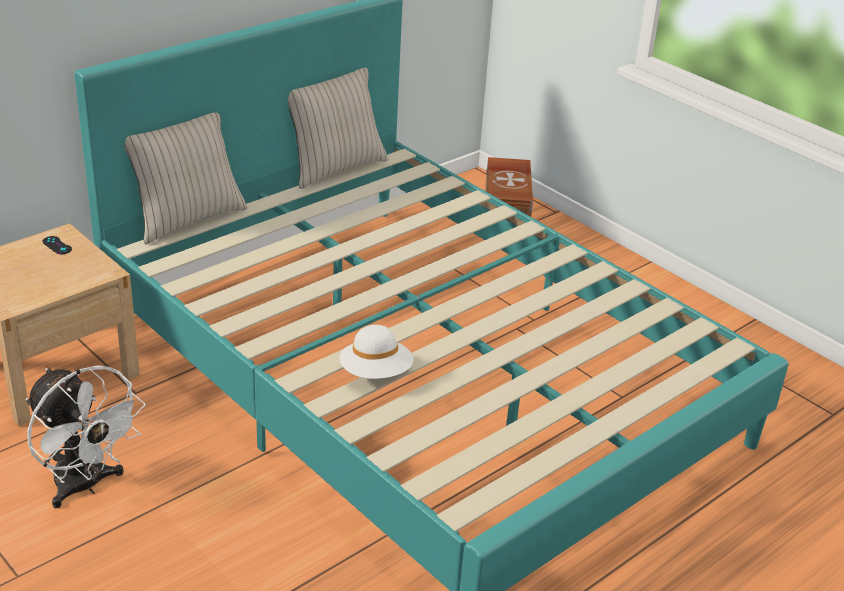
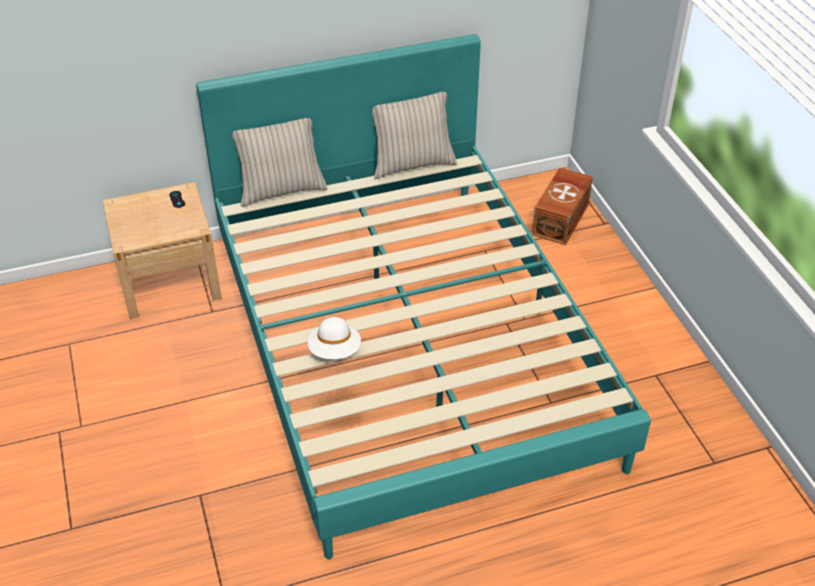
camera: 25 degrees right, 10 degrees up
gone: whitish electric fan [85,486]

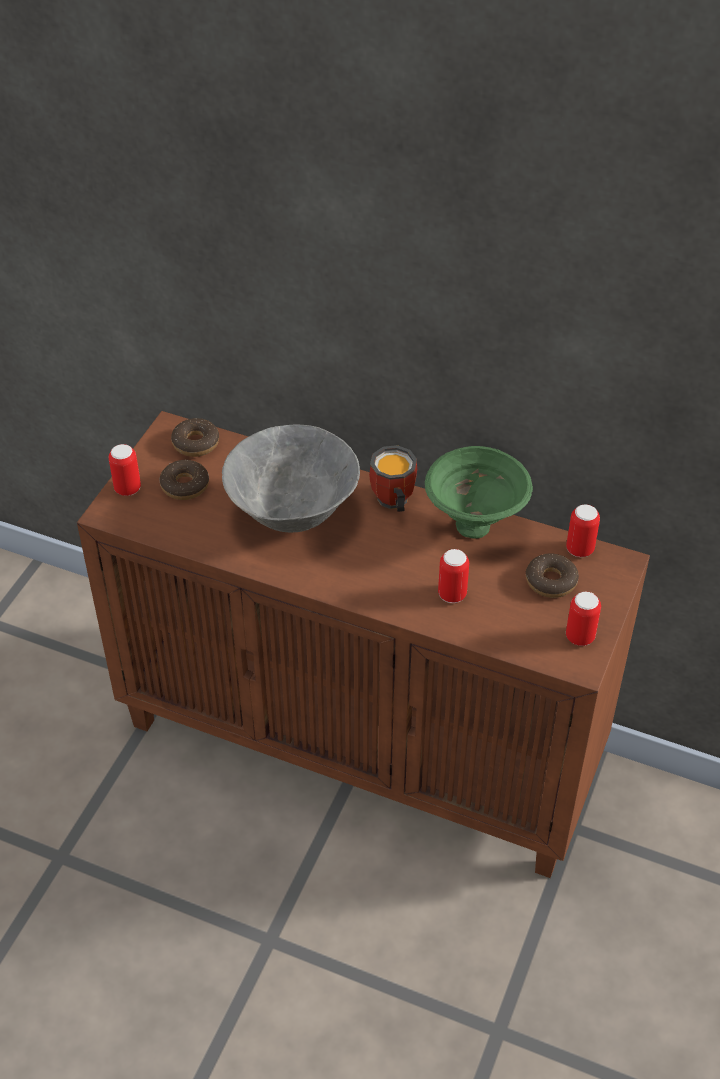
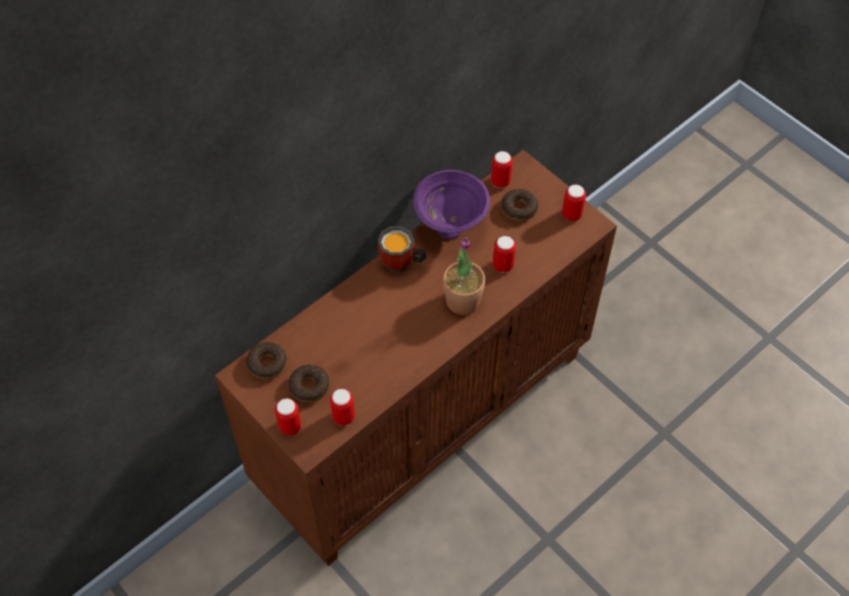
camera: 65 degrees left, 10 degrees up
gone: grey deep dish [293,514]
new: potted plant [463,301]; can [343,417]
repainted: green-coloured deep dish [476,526] to purple deep dish [450,227]

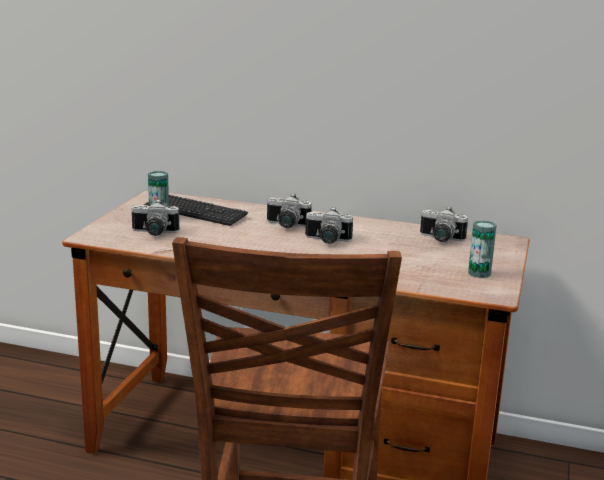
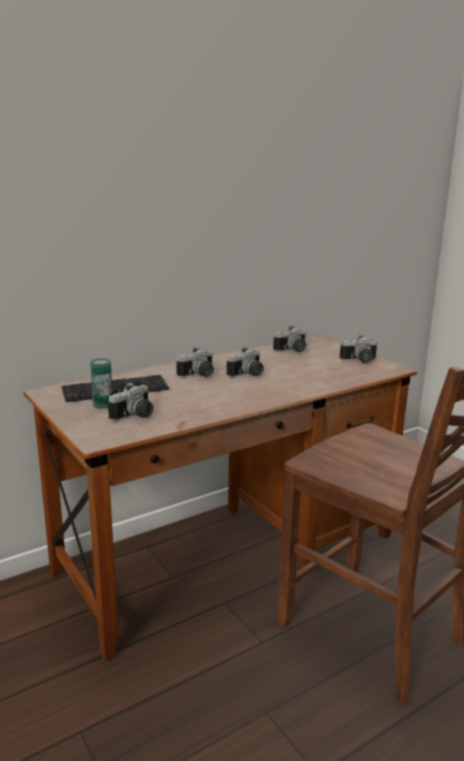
camera: 50 degrees left, 0 degrees up
swapped: can [479,273] to still camera [360,361]

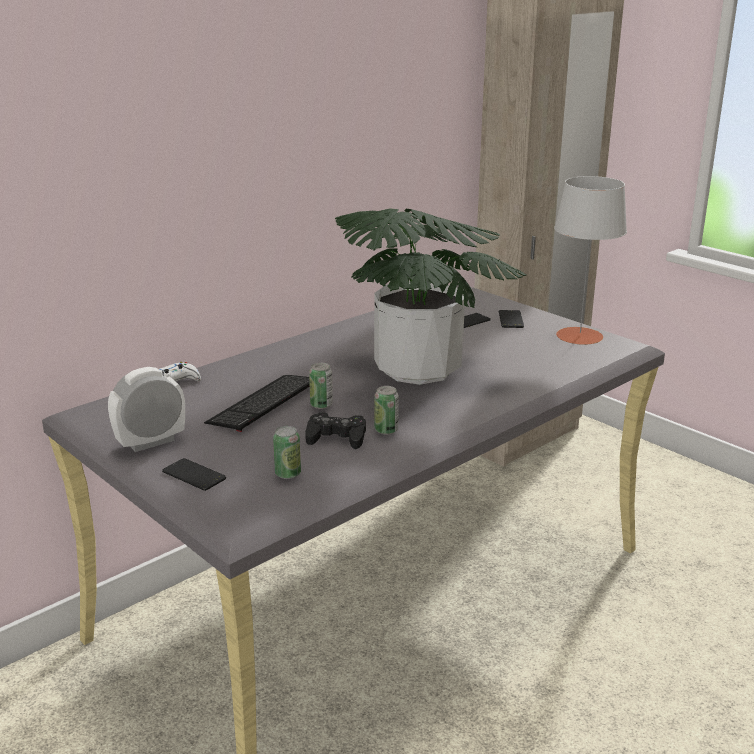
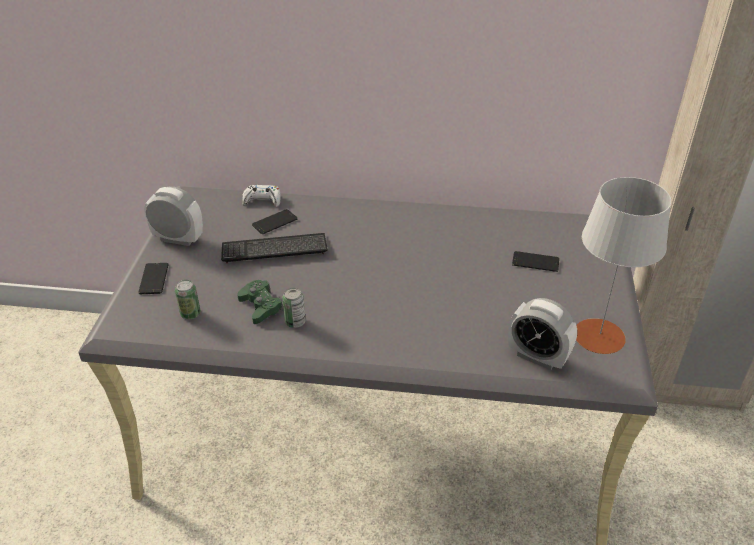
camera: 50 degrees right, 15 degrees up
gone: potted plant [418,369]; can [321,405]
new: alarm clock [537,357]
shifted: handset [510,319] to [275,222]
repainted: blackish gamepad [336,437] to green-coloured gamepad [260,306]

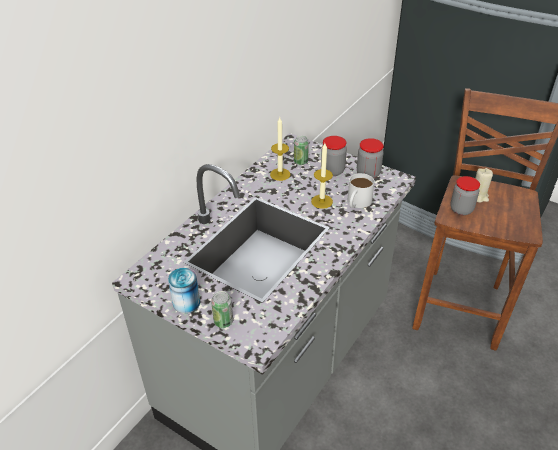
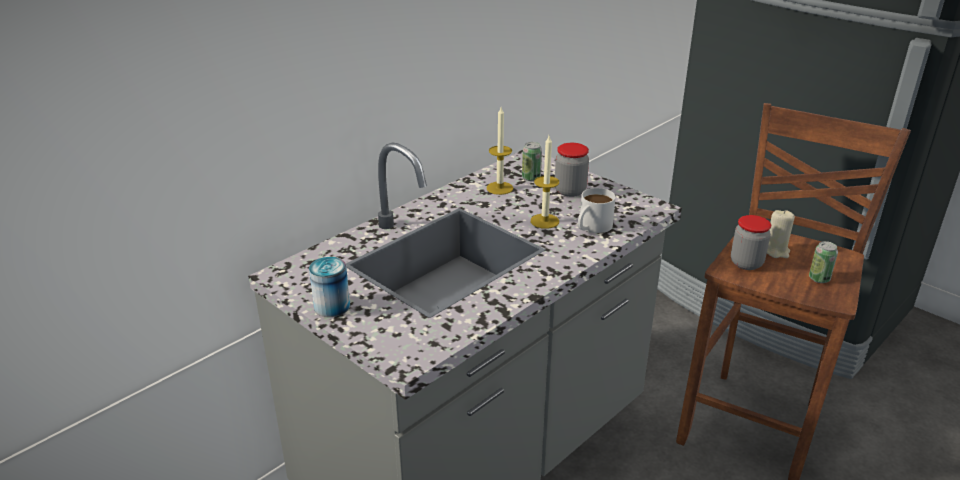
camera: 10 degrees right, 10 degrees down
gone: storage jar [368,174]
shifted: can [223,321] to [819,278]

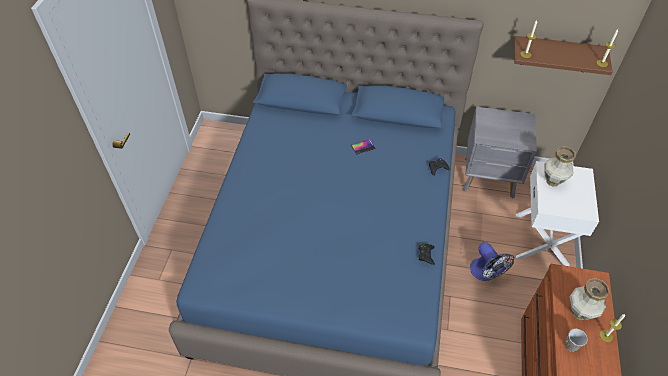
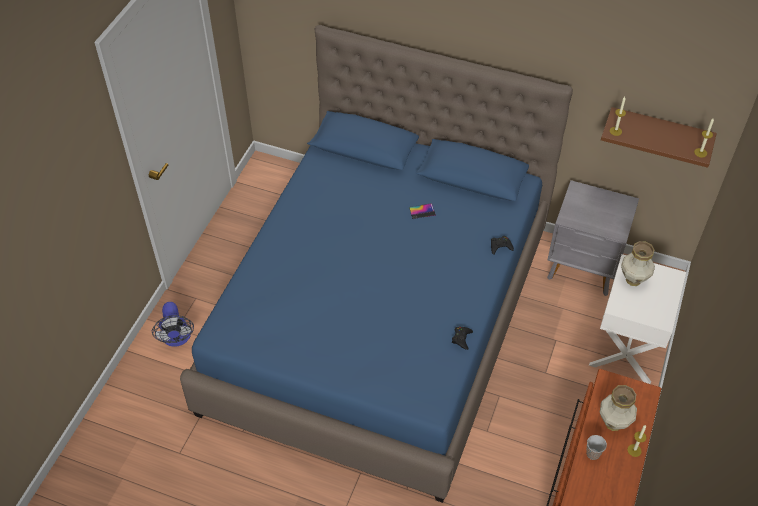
camera: 10 degrees right, 0 degrees up
shifted: electric fan [485,273] to [177,338]

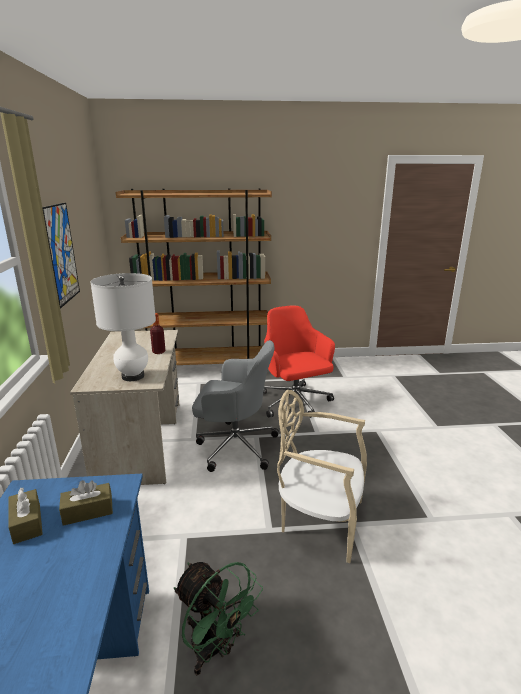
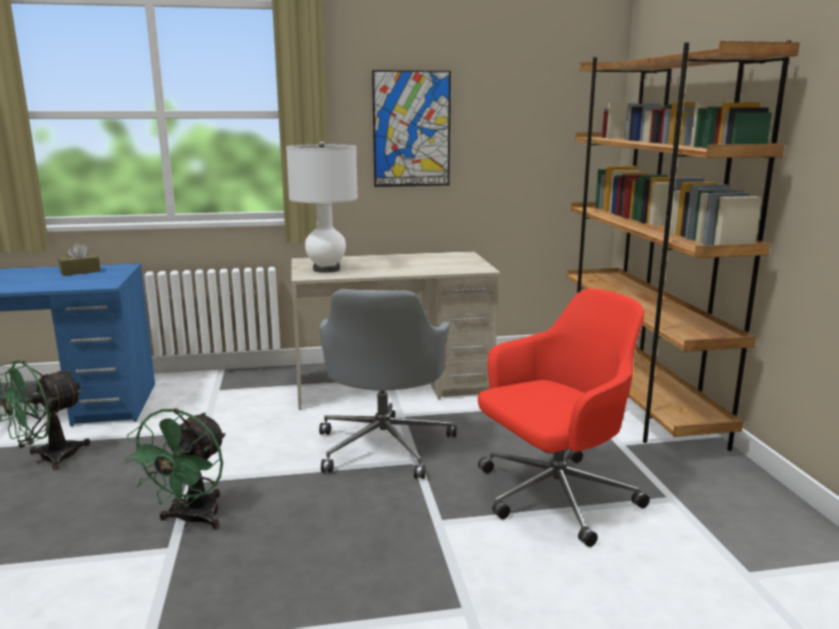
camera: 85 degrees right, 5 degrees down
gone: drink bottle [158,352]; brown tissue holder [88,511]
swapped: beige-coloured chair [320,521] to green-coloured electric fan [192,520]

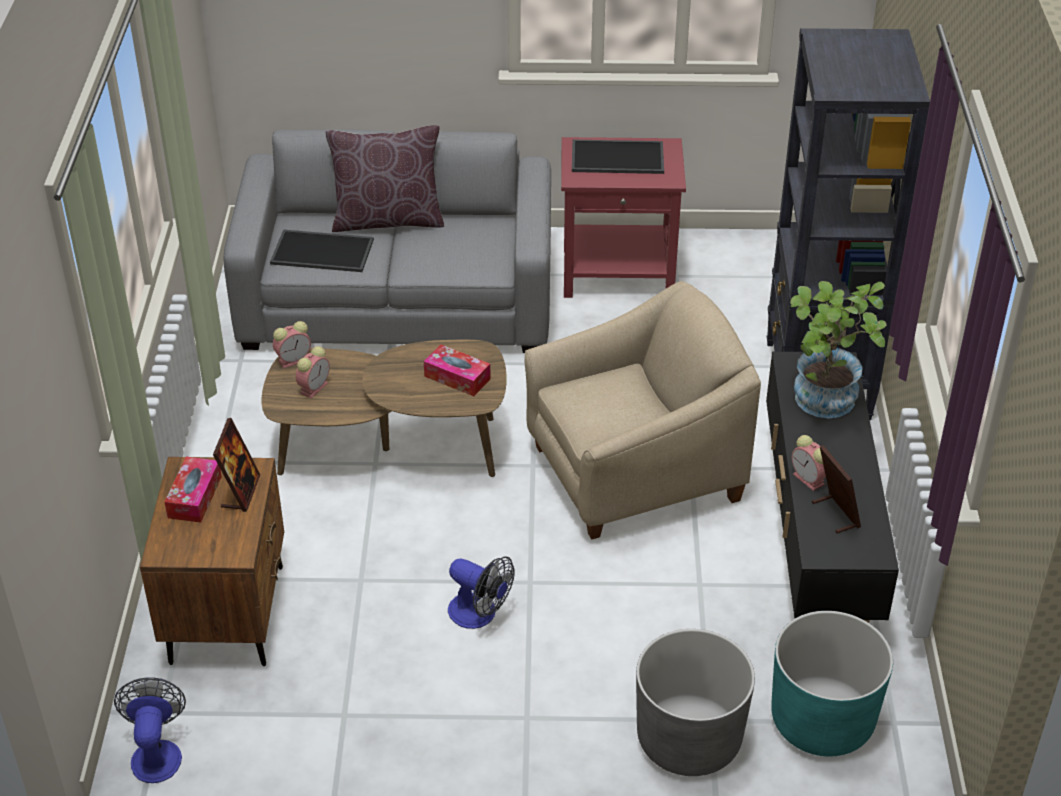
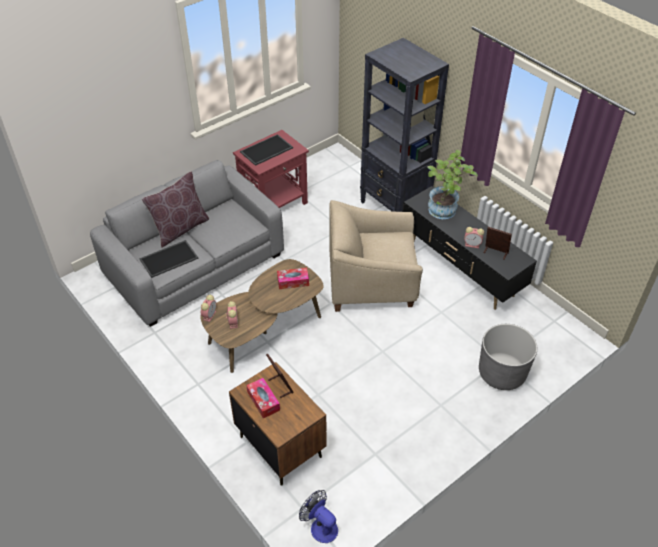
camera: 40 degrees left, 5 degrees up
gone: electric fan [479,614]; turquoise-coloured planter [822,721]
rotated: beige-coloured easy chair [635,473] = [371,282] 120 degrees counterclockwise

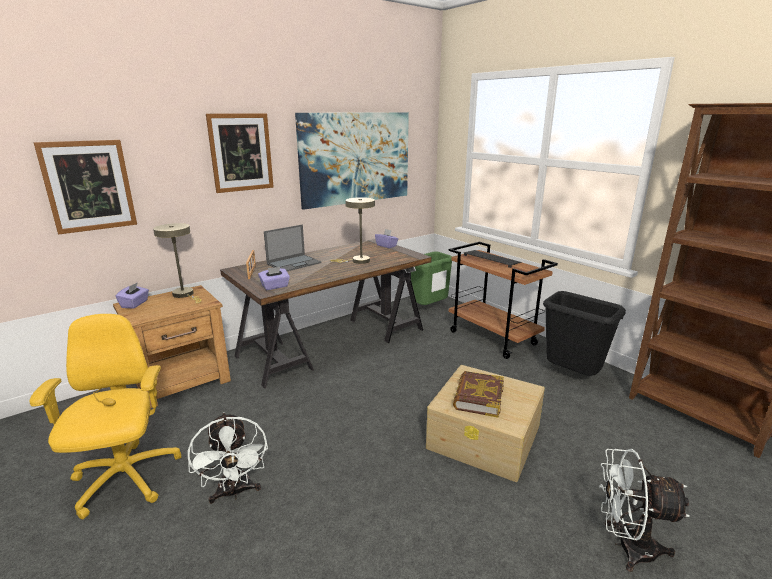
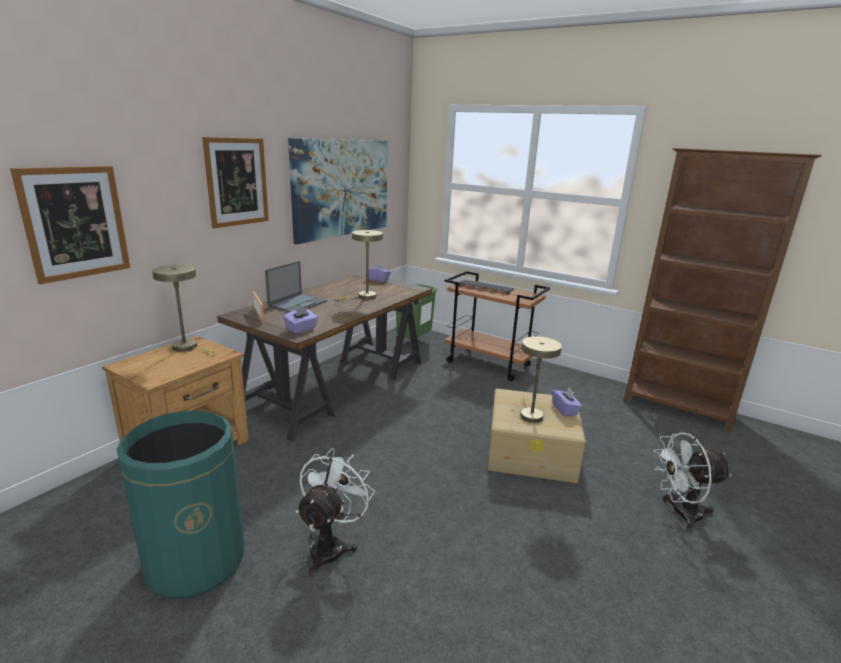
camera: 20 degrees left, 0 degrees up
gone: blackish rubbish bin [572,377]
shifted: purple tissue holder [135,304] to [565,410]
swapped: yellowish office chair [125,480] to green-coloured rubbish bin [196,561]; bound book [478,397] to beige-coloured table lamp [530,414]
rotated: whitish electric fan [235,492] = [331,546] 120 degrees counterclockwise

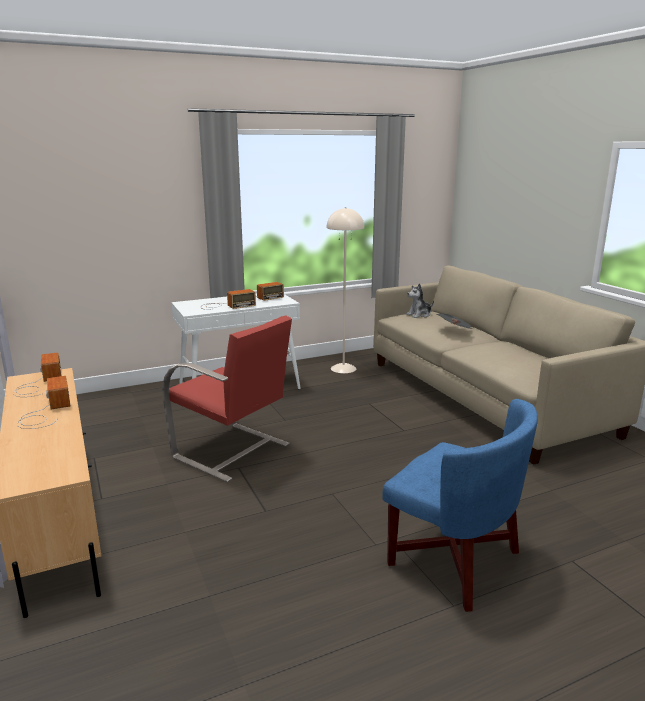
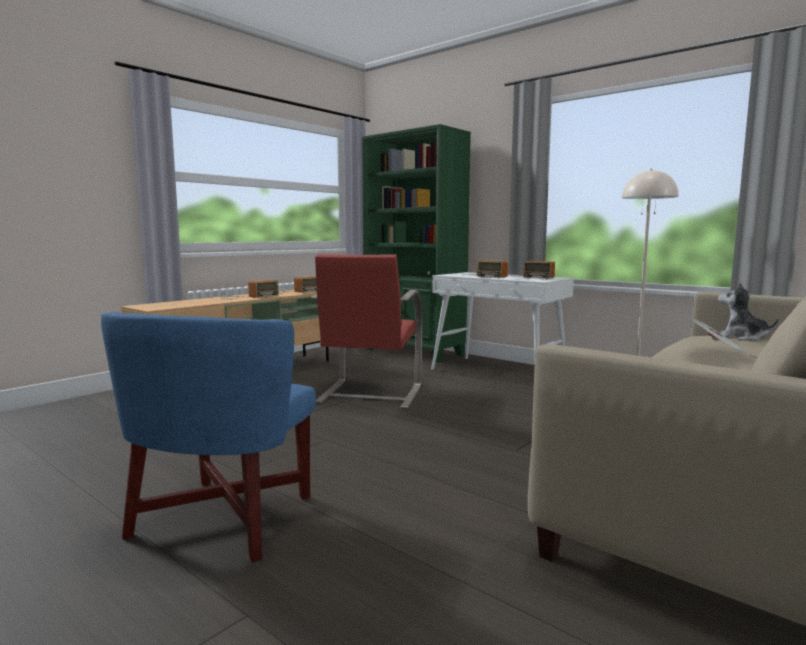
camera: 65 degrees right, 10 degrees down
new: green-coloured bookcase [414,352]

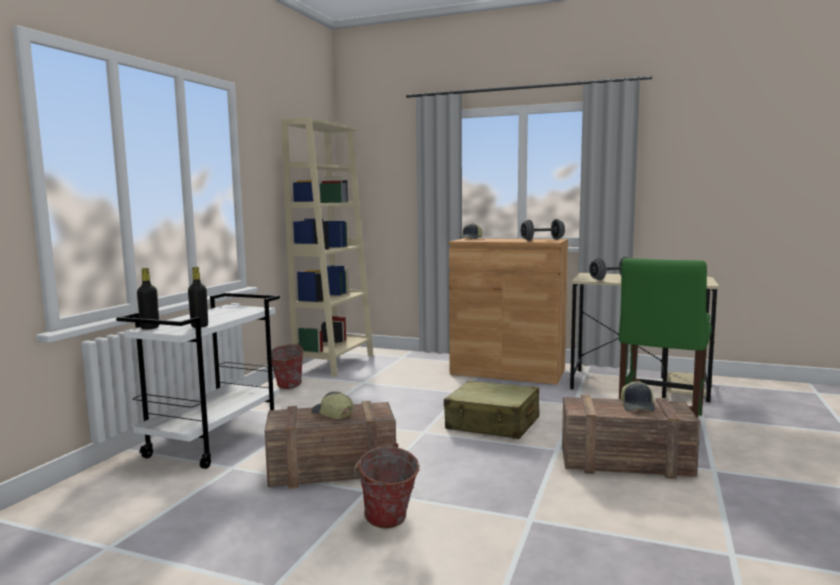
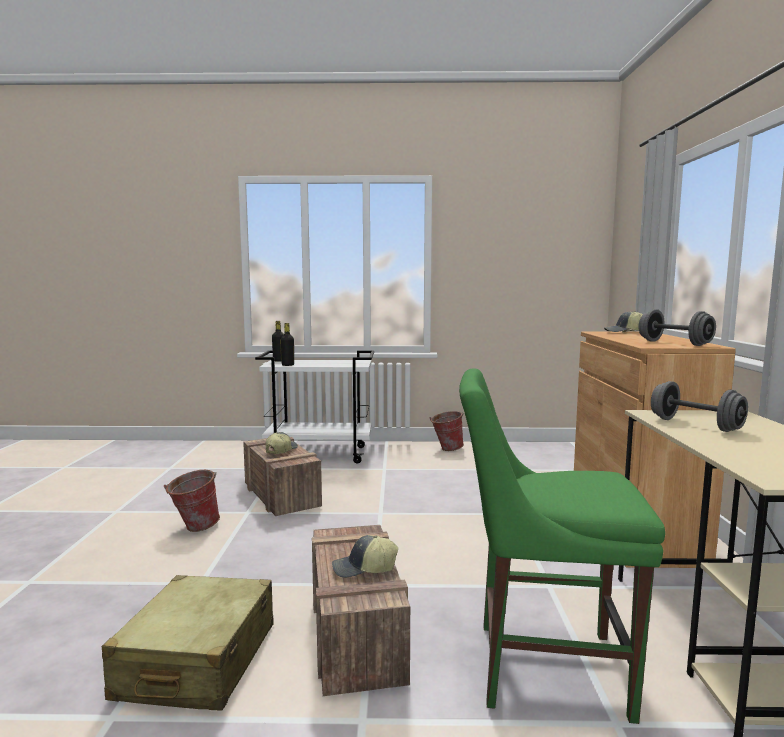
camera: 70 degrees right, 0 degrees up
gone: beige-coloured bookcase [334,363]
shifted: beige-coloured travel case [493,424] to [197,661]

